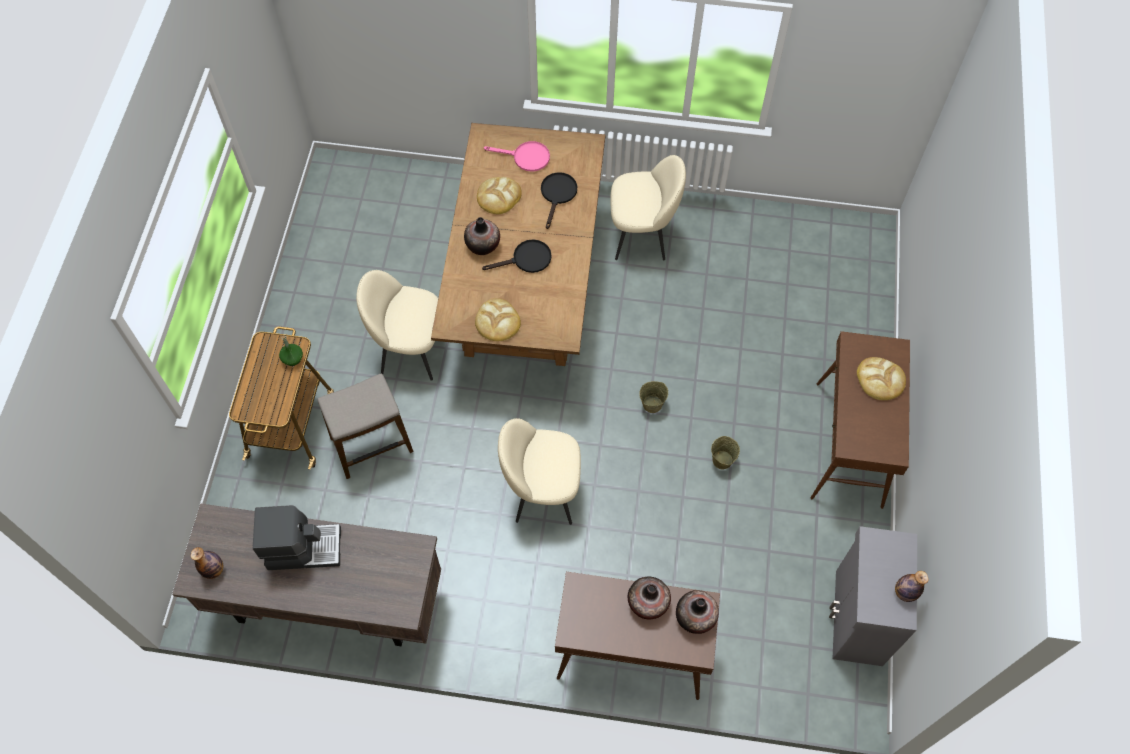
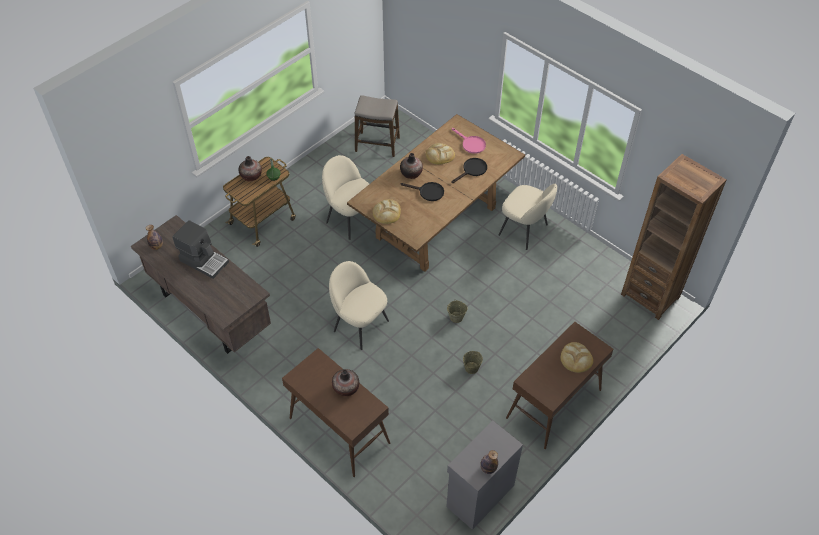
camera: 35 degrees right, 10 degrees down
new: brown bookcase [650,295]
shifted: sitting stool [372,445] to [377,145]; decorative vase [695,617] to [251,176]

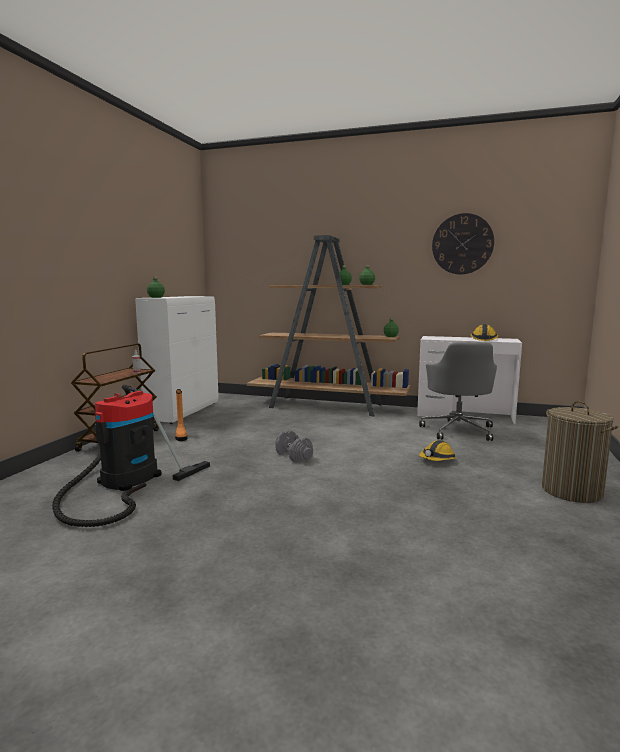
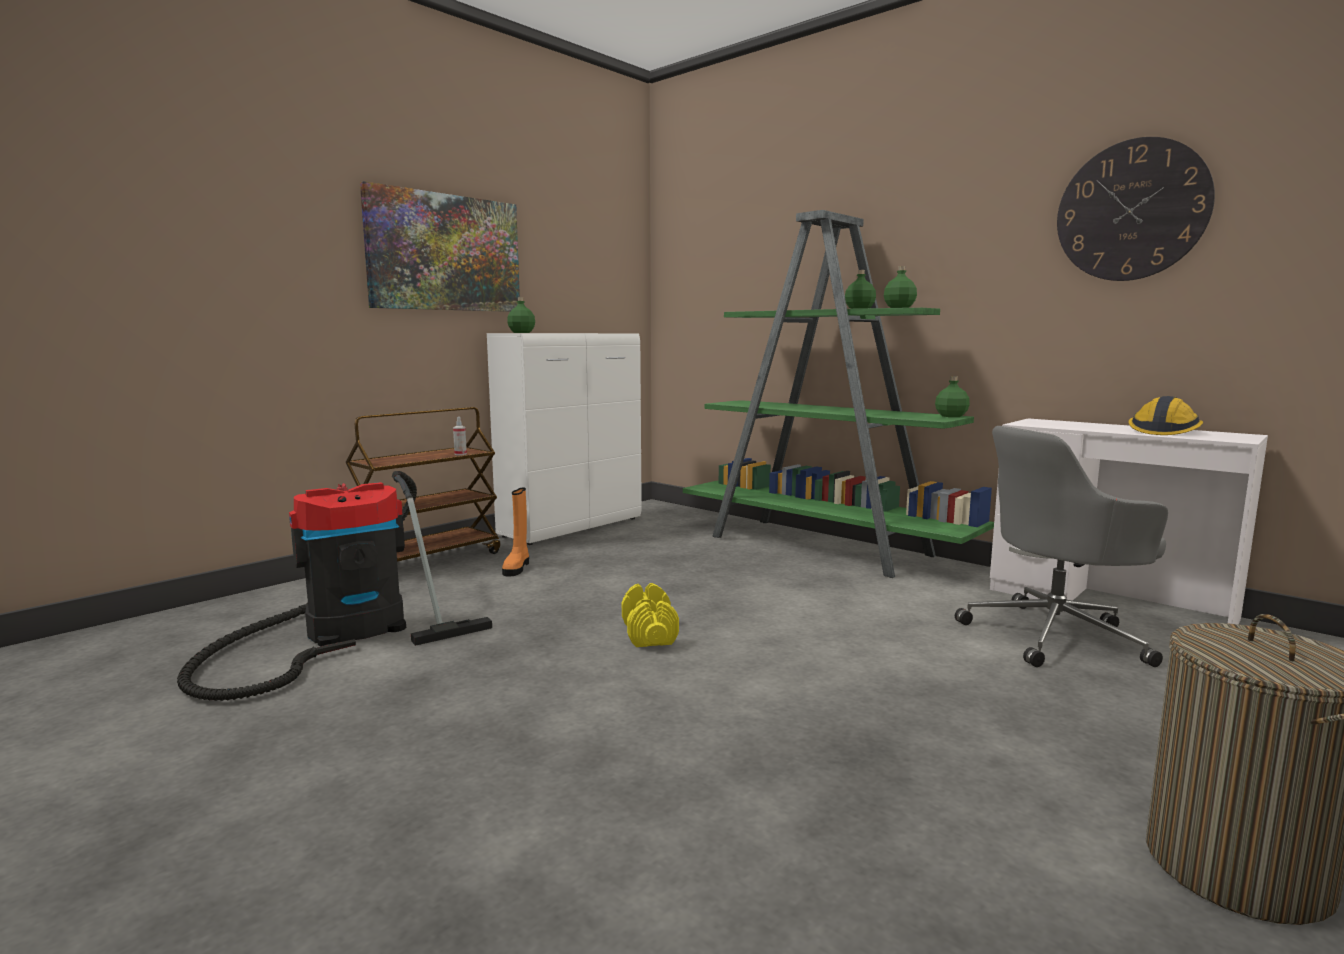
camera: 25 degrees right, 0 degrees up
gone: safety helmet [437,460]
new: wall art [445,253]
repainted: brown bookcase [328,406] to green-coloured bookcase [822,547]; grey dumbbell [294,455] to yellowish dumbbell [650,633]
rotated: grey office chair [458,430] = [1056,636] 45 degrees clockwise

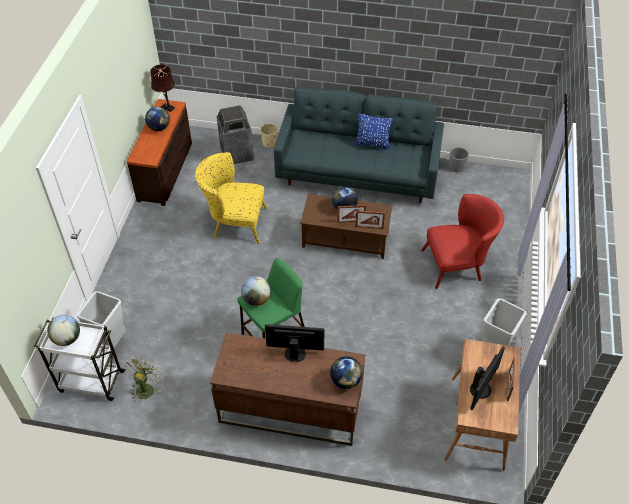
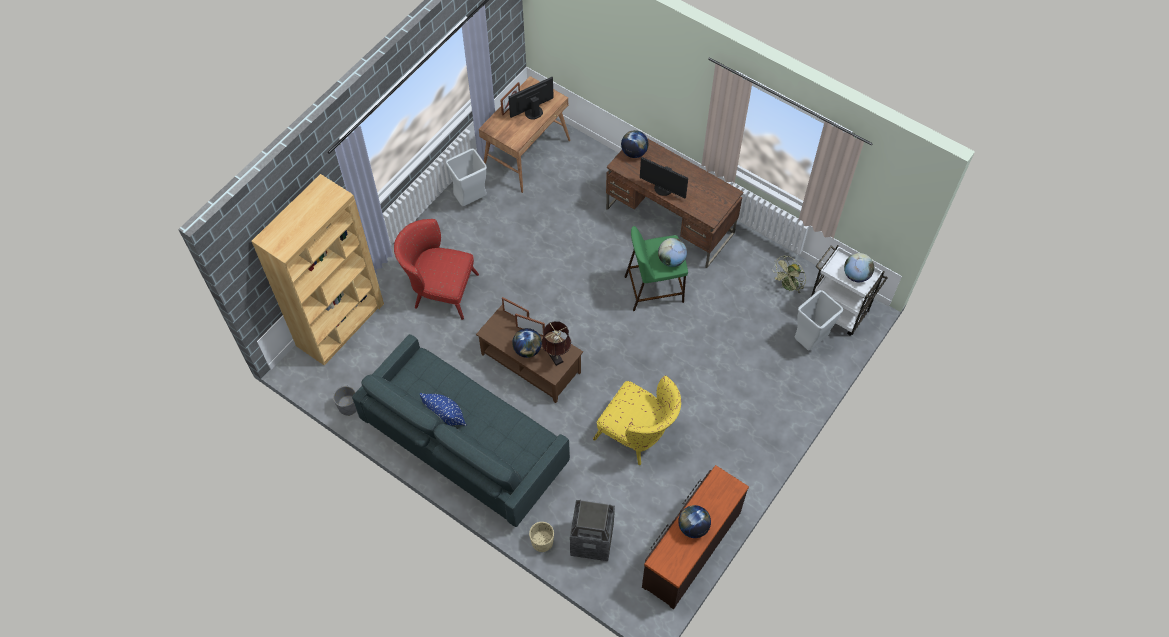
camera: 155 degrees left, 10 degrees up
new: brown bookcase [340,324]
shifted: brown table lamp [167,107] to [556,359]

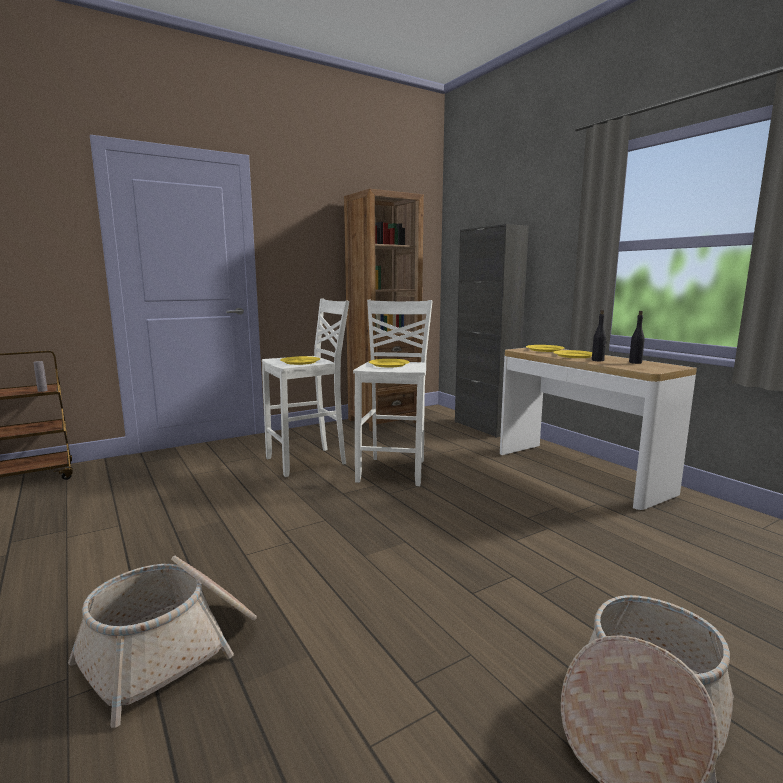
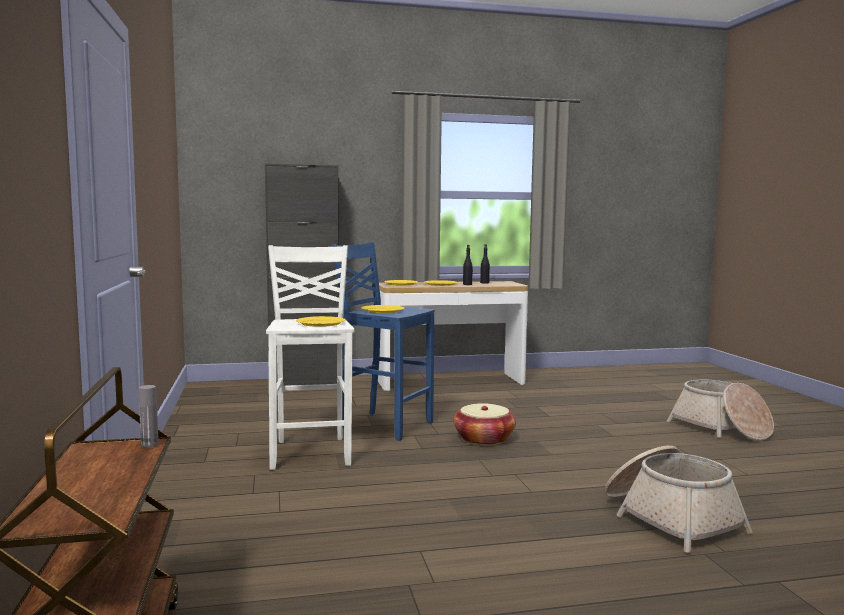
camera: 70 degrees left, 5 degrees down
gone: brown bookcase [384,421]
new: household basket [484,439]
repainted: whitish sitting stool [394,470] to blue sitting stool [384,425]

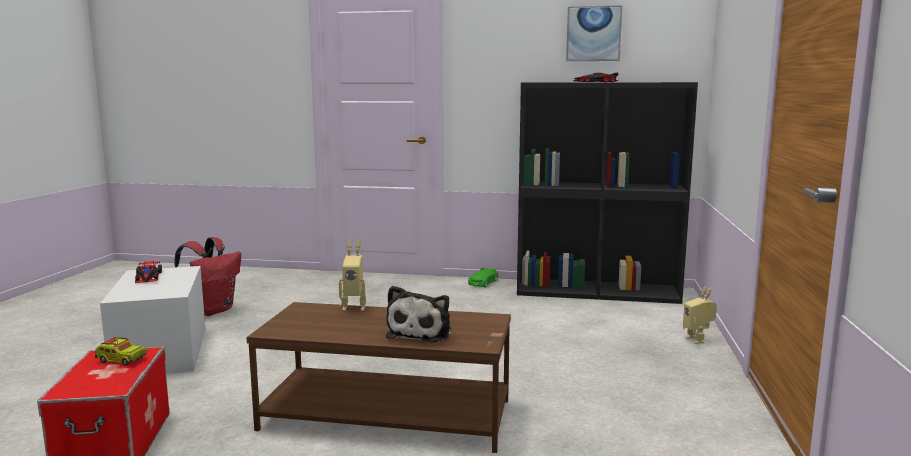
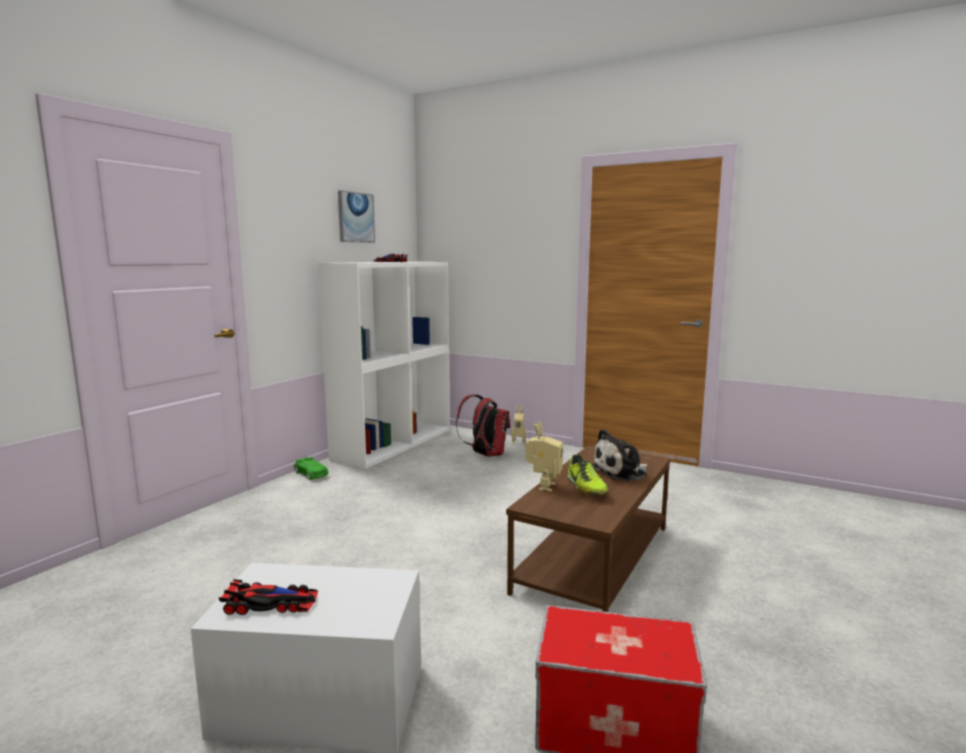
camera: 70 degrees left, 0 degrees up
gone: toy lorry [121,360]
new: shoe [586,488]
shifted: reddish knapsack [212,310] to [485,454]
repainted: blackish bookcase [598,291] to whitish bookcase [394,443]
rotated: cuddly toy [421,332] = [621,472] 120 degrees clockwise

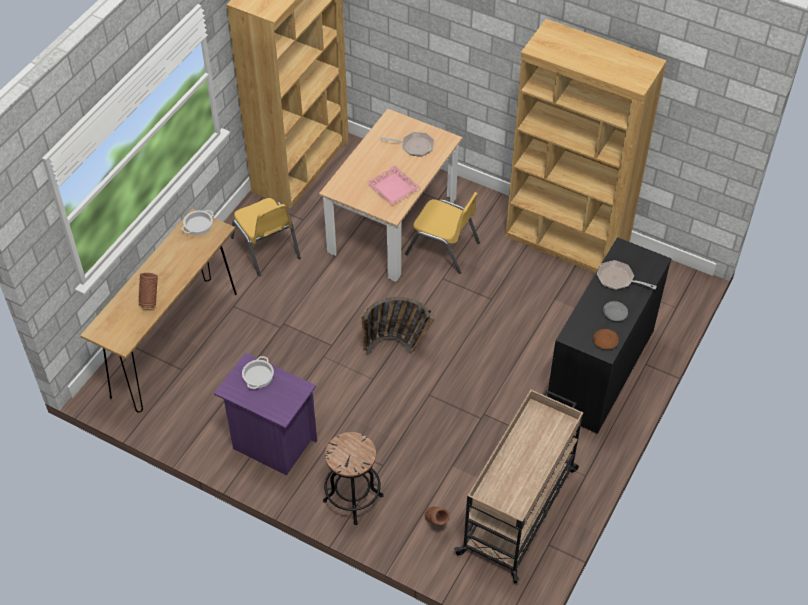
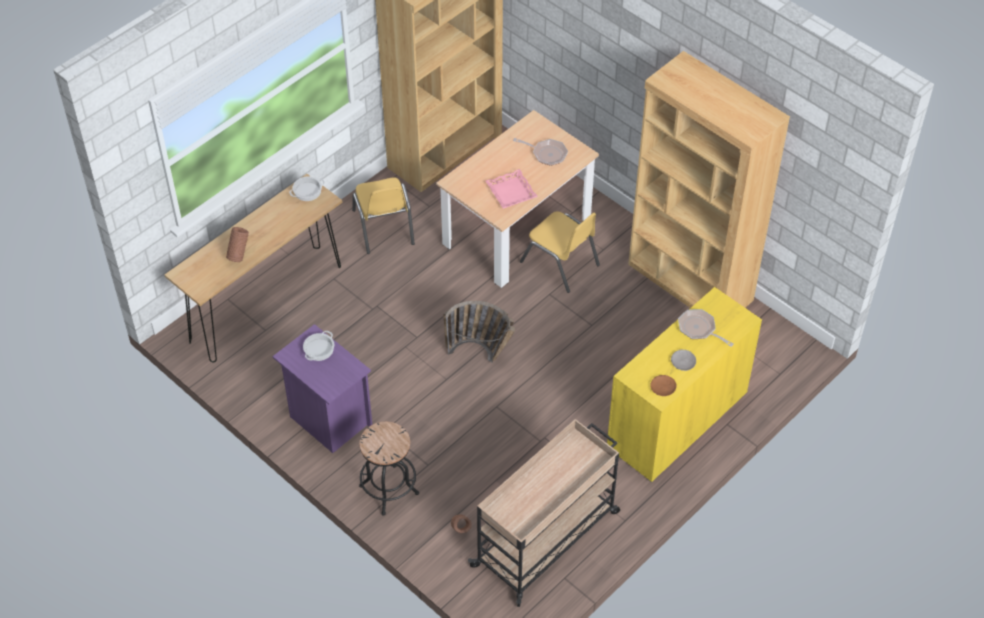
camera: 15 degrees right, 0 degrees up
repainted: blackish storage cabinet [599,371] to yellowish storage cabinet [677,420]

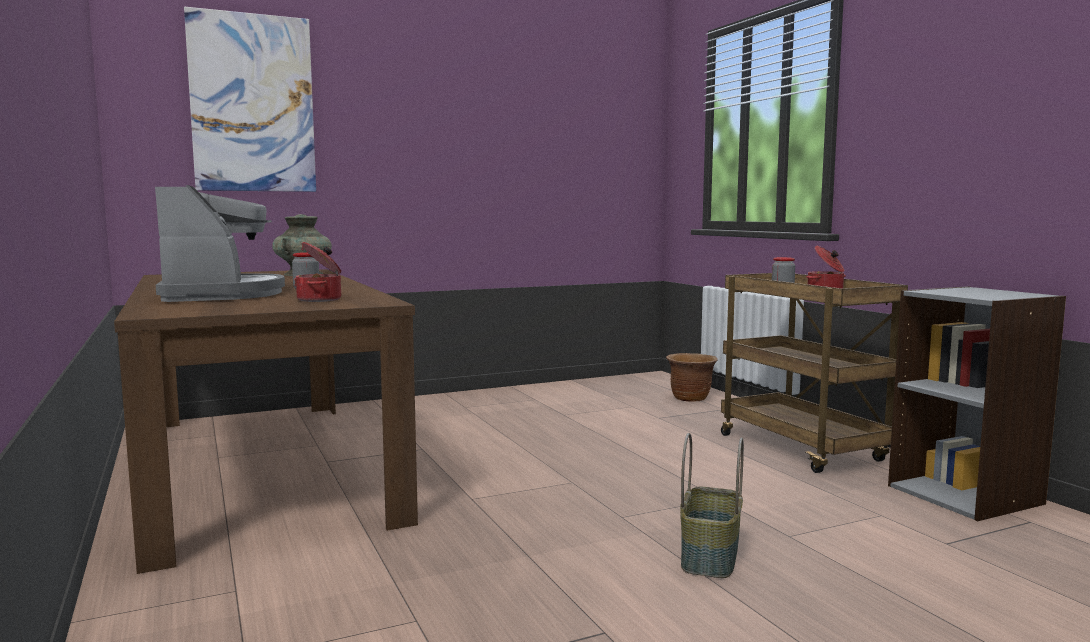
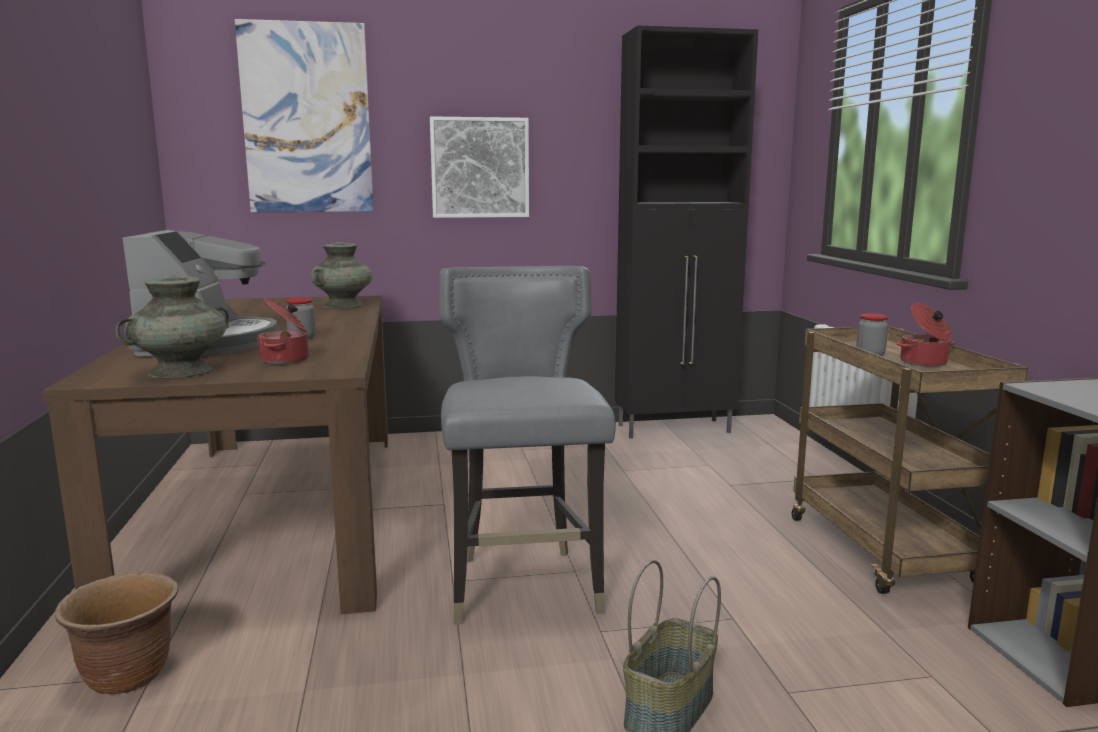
camera: 15 degrees right, 5 degrees up
new: blackish storage cabinet [675,429]; wall art [480,168]; grey chair [524,588]; turquoise-coloured decorative vase [180,371]
shifted: brown planter [690,398] to [128,676]

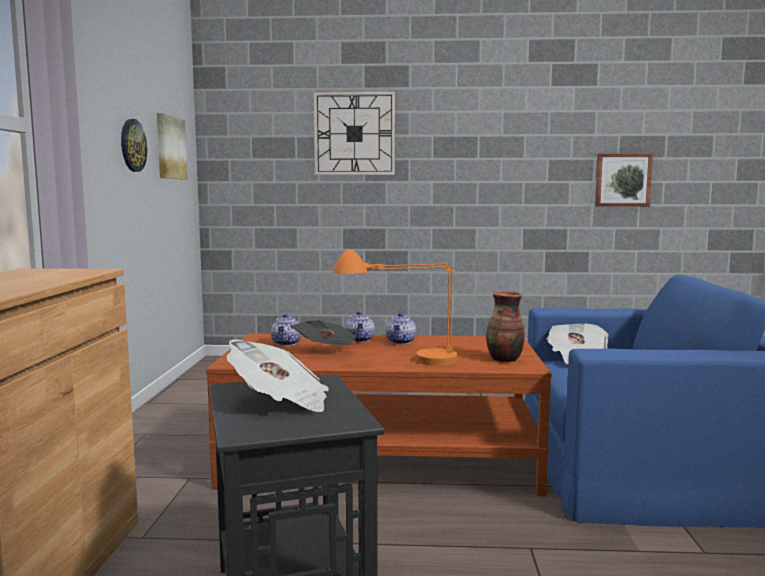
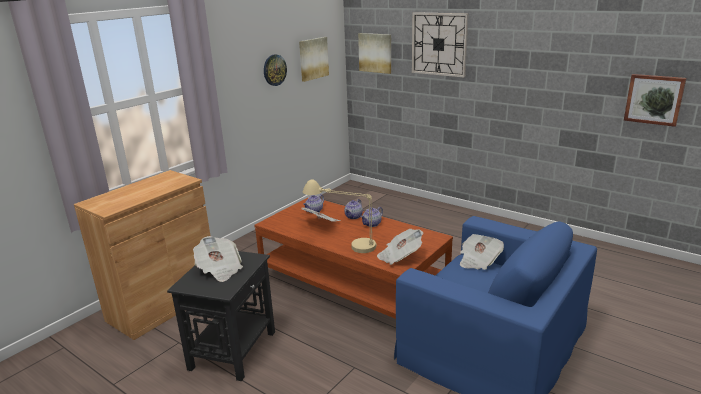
camera: 35 degrees right, 15 degrees up
new: wall art [375,53]
swapped: decorative vase [504,359] to printed paper [399,257]
repainted: orangey table lamp [400,362] to beige-coloured table lamp [343,244]

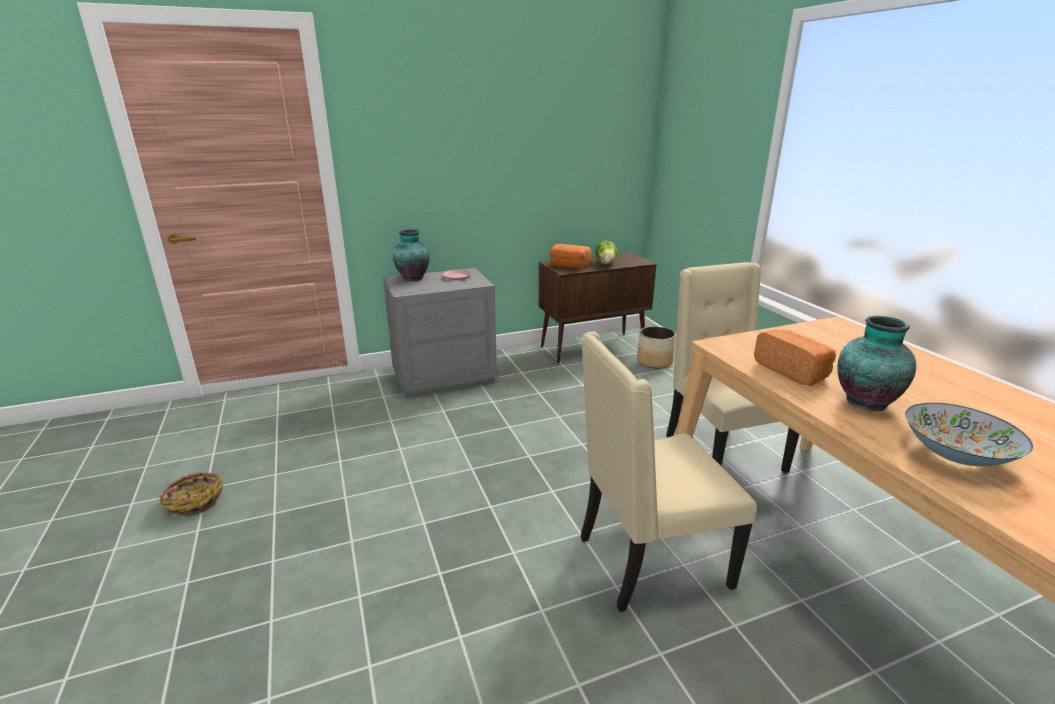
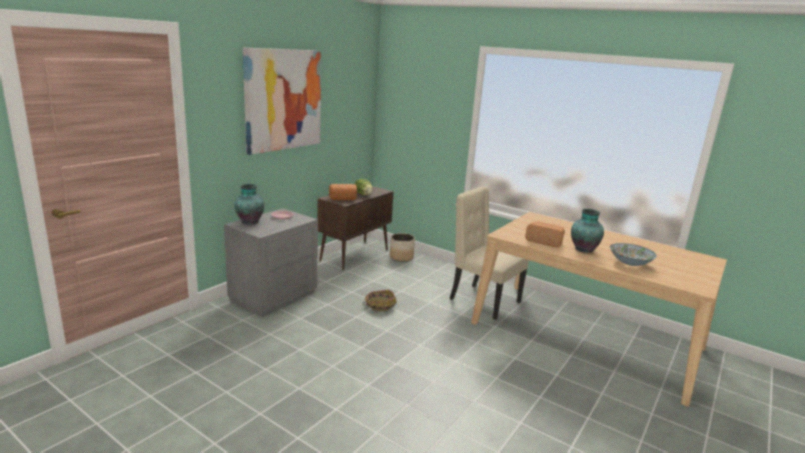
camera: 35 degrees left, 5 degrees down
gone: beige-coloured chair [649,561]
new: wall art [283,100]
shifted: household basket [194,501] to [379,305]

